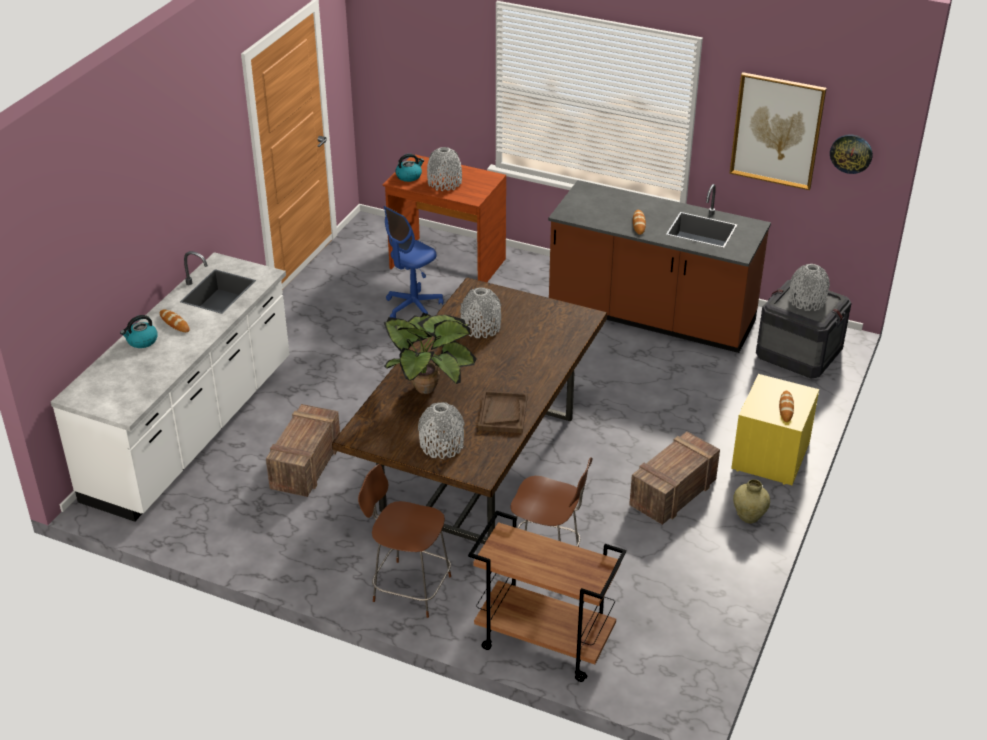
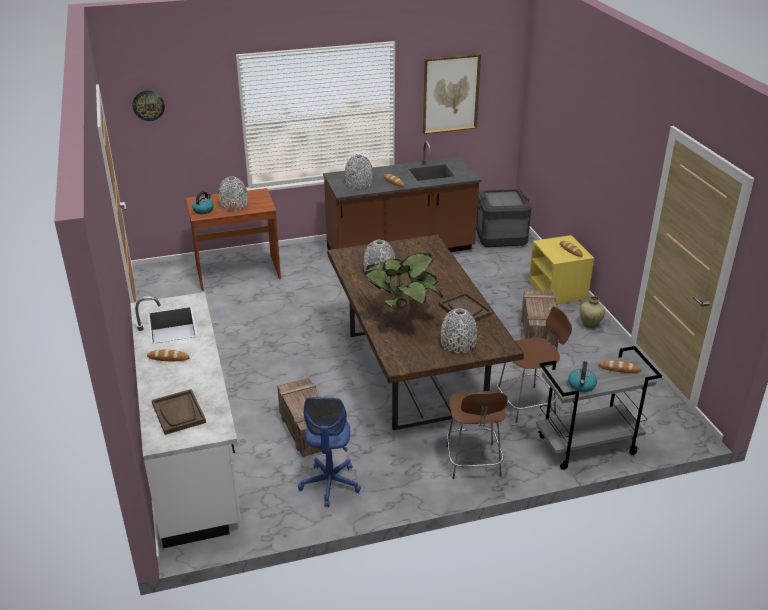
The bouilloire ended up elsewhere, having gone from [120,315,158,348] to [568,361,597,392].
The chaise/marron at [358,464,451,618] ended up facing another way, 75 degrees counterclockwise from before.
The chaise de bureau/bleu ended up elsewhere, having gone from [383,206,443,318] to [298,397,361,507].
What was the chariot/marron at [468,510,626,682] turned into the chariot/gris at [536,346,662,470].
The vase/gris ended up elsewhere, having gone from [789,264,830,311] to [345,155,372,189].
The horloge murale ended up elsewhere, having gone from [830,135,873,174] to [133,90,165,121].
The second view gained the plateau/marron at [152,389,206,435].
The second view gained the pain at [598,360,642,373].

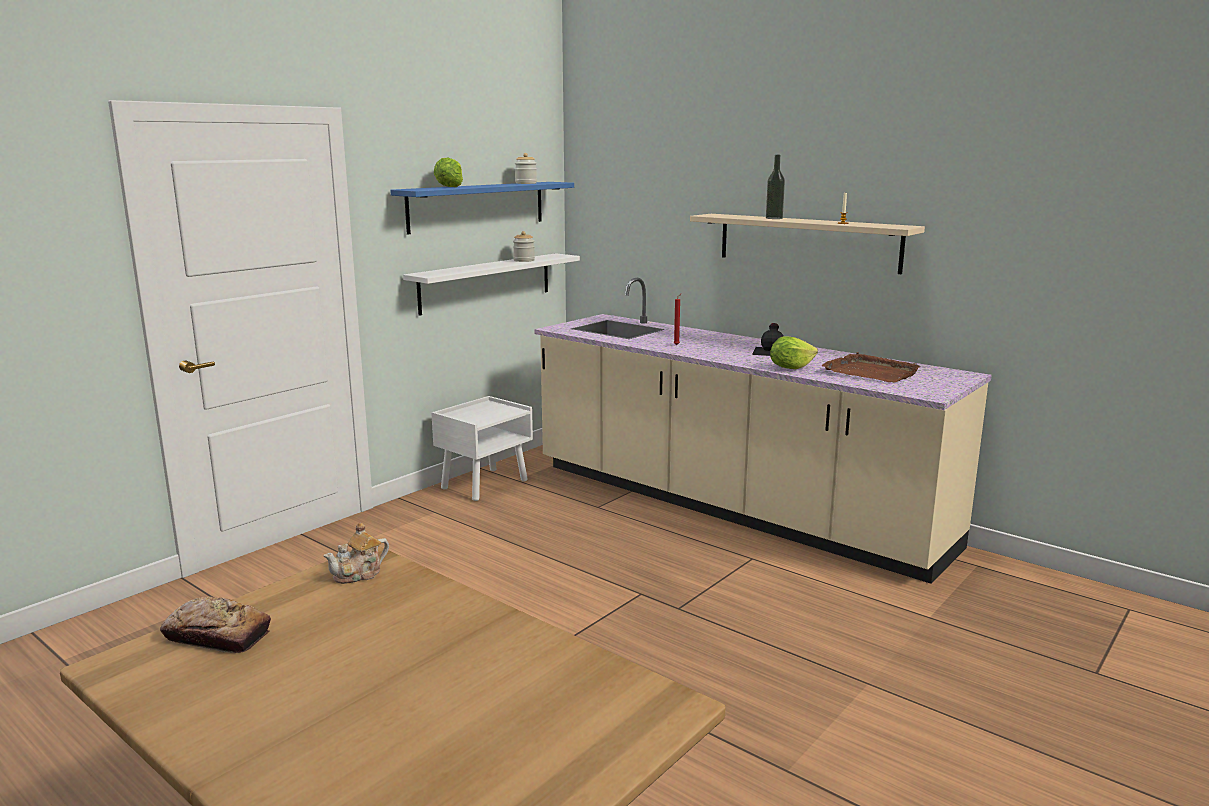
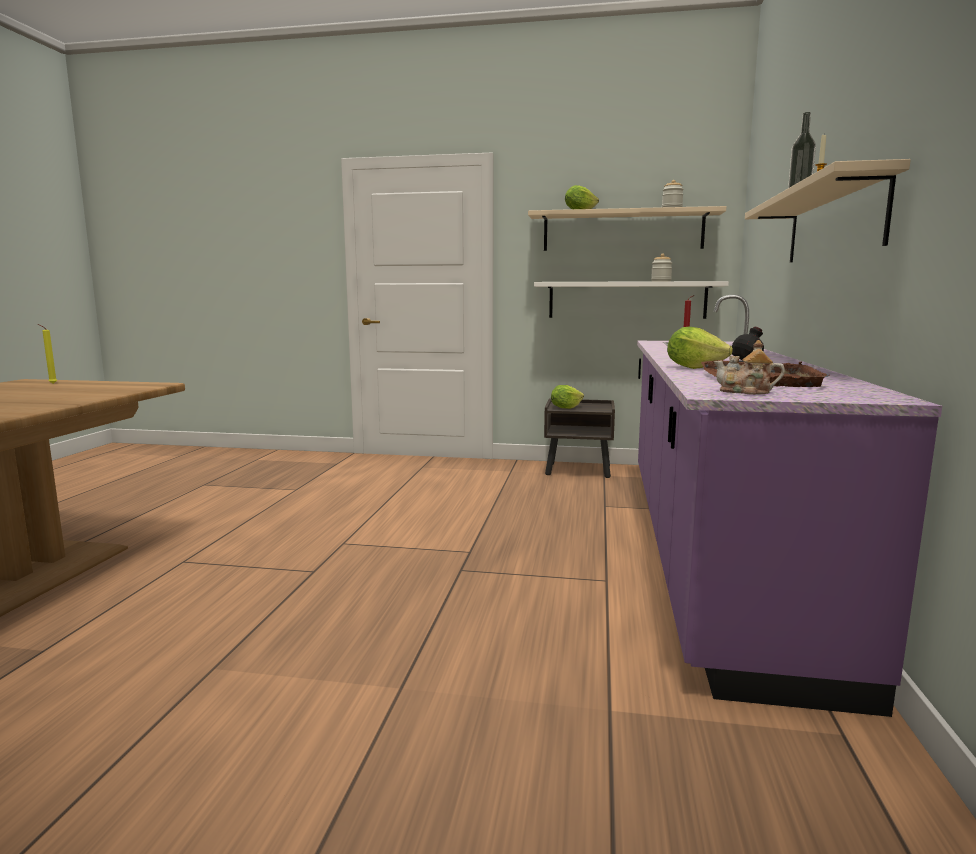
Where the pain stood at [160,597,271,653], the bougie/jaune came to stand at [38,324,57,384].
The théière ended up elsewhere, having gone from [324,523,389,584] to [714,340,785,395].
What was the étagère/bleu at [390,182,574,234] turned into the étagère/beige at [528,206,727,251].
What was the table de chevet/blanc at [431,396,533,501] turned into the table de chevet/marron at [544,399,615,478].
What was the comptoir de cuisine/beige at [534,278,992,584] turned into the comptoir de cuisine/violet at [637,295,942,717].
The second view gained the laitue at [551,385,584,409].

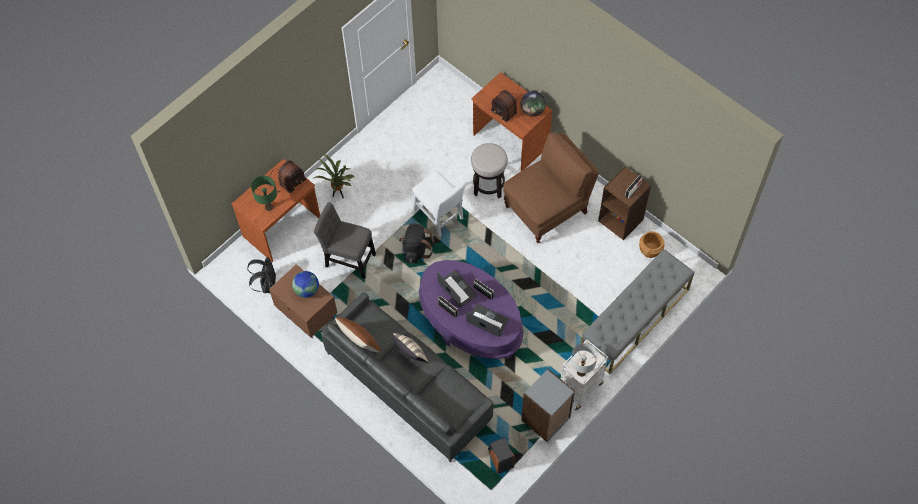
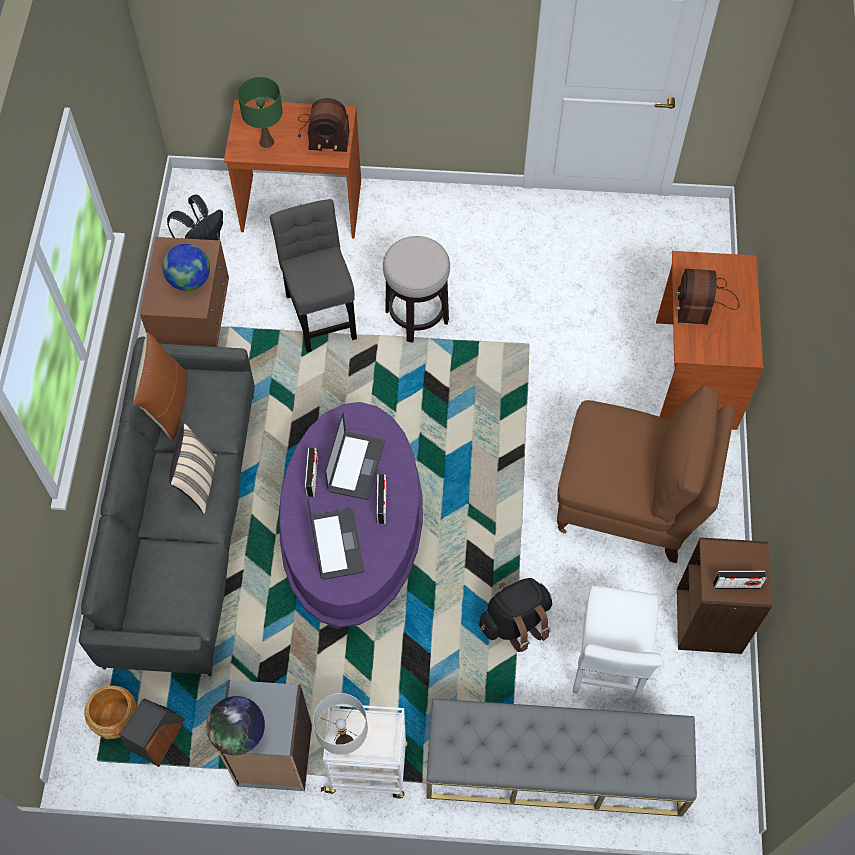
The second view lost the plante en pot at [314,154,354,198].
The sac à dos/noir ended up elsewhere, having gone from [399,224,435,264] to [479,578,552,652].
The chaise/blanc ended up elsewhere, having gone from [412,171,466,237] to [573,586,663,703].
The tabouret ended up elsewhere, having gone from [471,143,508,199] to [383,236,450,343].
The globe ended up elsewhere, having gone from [521,91,546,117] to [206,696,265,755].
The cache-pot/marron ended up elsewhere, having gone from [639,231,665,258] to [85,686,137,739].

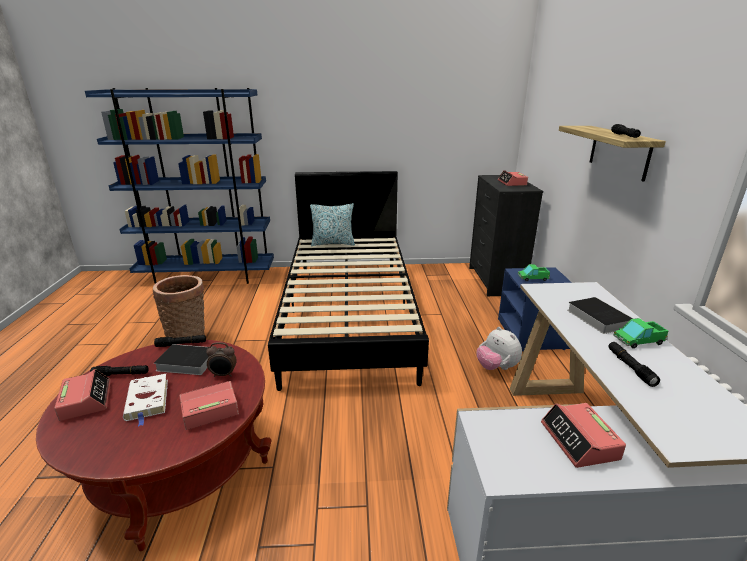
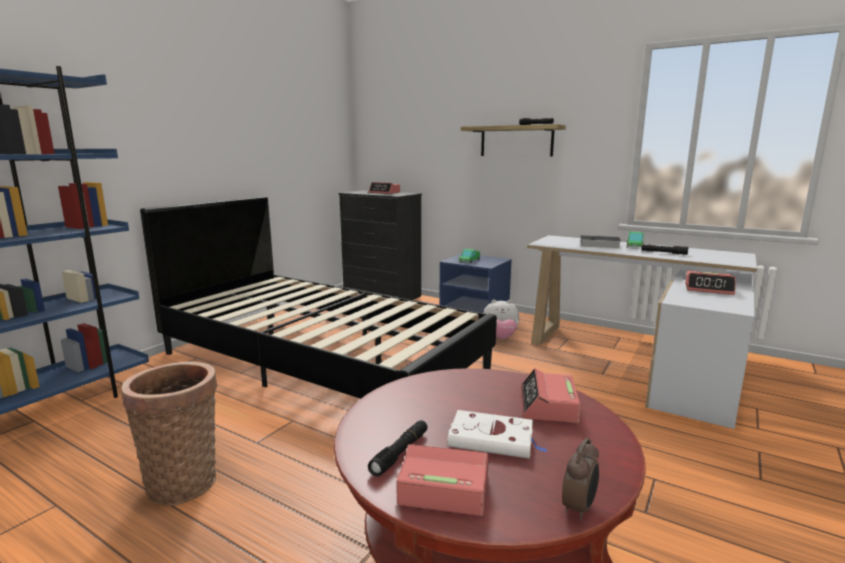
The second view lost the lampe de poche/noir at [154,335,206,347].
The second view lost the livre at [154,344,209,375].
The réveil ended up elsewhere, having gone from [206,342,237,377] to [562,438,599,521].
The second view lost the coussin at [310,203,355,246].

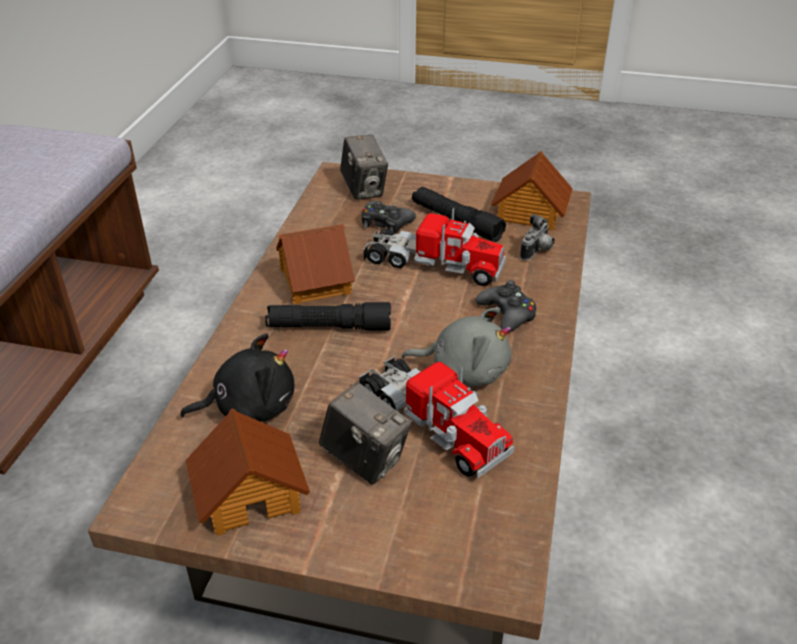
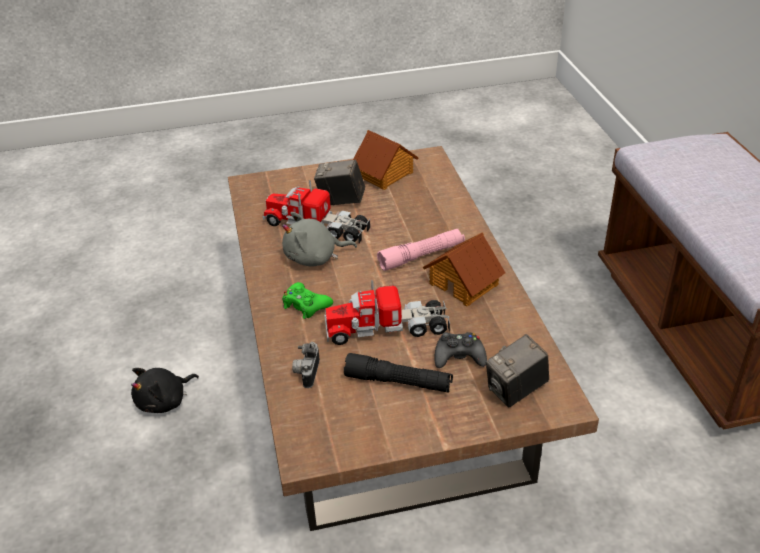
The peluche/noir ended up elsewhere, having gone from [180,333,294,422] to [131,368,199,413].
What was the lampe de poche/noir at [265,302,391,330] turned into the lampe de poche/rose at [377,229,465,271].
The appareil photo at [340,135,388,200] ended up facing another way, 75 degrees counterclockwise from before.
What was the manette/noir at [476,280,536,333] turned into the manette/vert at [282,282,333,319].
The second view lost the maison miniature at [491,151,573,231].

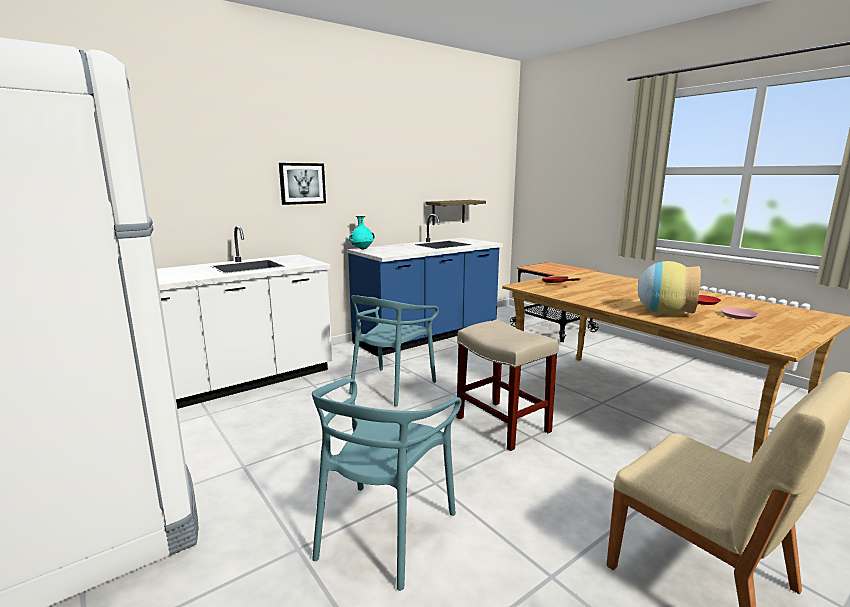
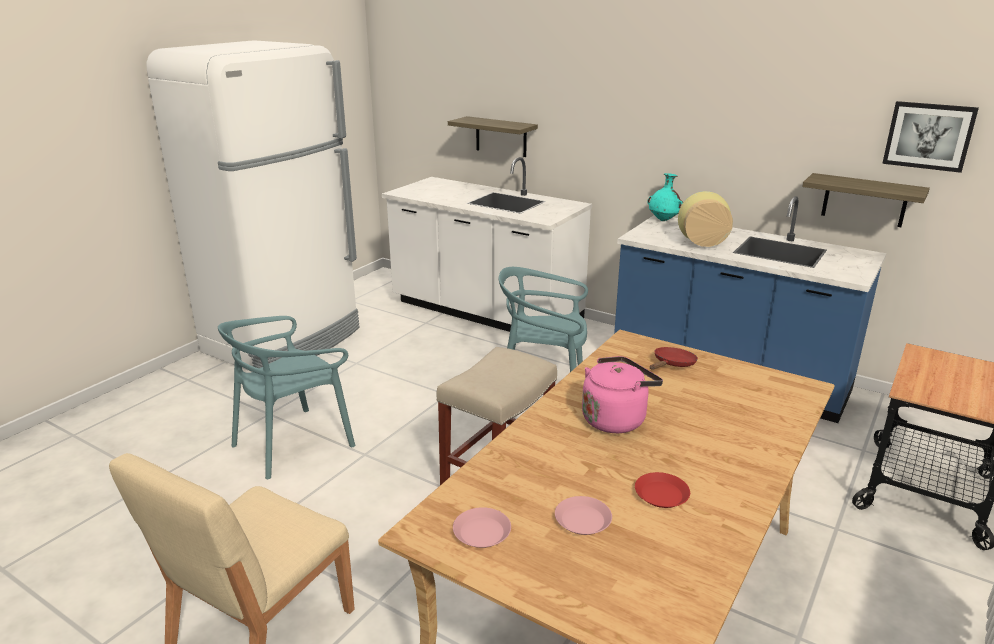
The tableau ended up elsewhere, having gone from [279,163,326,205] to [882,101,979,173].
The chaise/turquoise at [312,378,461,591] ended up facing another way, 45 degrees counterclockwise from before.
The vase ended up elsewhere, having gone from [638,261,701,314] to [678,191,733,247].
The second view gained the étagère at [448,116,538,157].
The second view gained the assiette/rose at [453,507,511,548].
The second view gained the bouilloire/rose at [582,356,663,433].

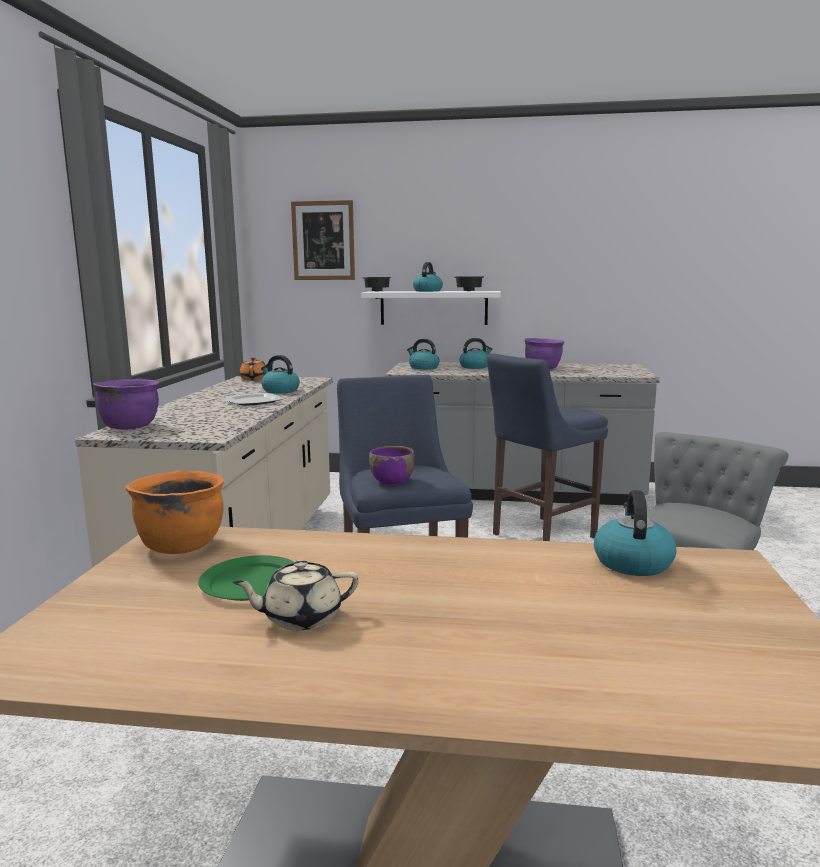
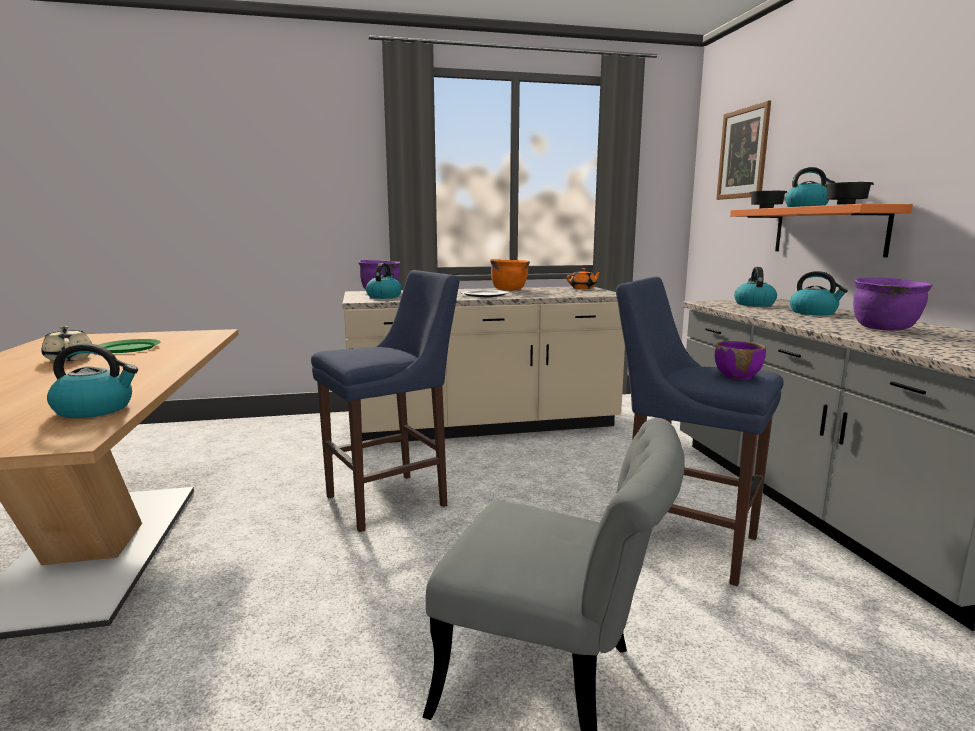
The marmite/orange ended up elsewhere, having gone from [126,470,224,554] to [490,259,530,290].
The bouilloire ended up elsewhere, having gone from [261,355,300,393] to [366,263,402,299].
What was the étagère/blanc at [361,291,501,325] turned into the étagère/orange at [730,204,913,258].
The bol/violet ended up elsewhere, having gone from [369,446,415,485] to [715,341,766,379].

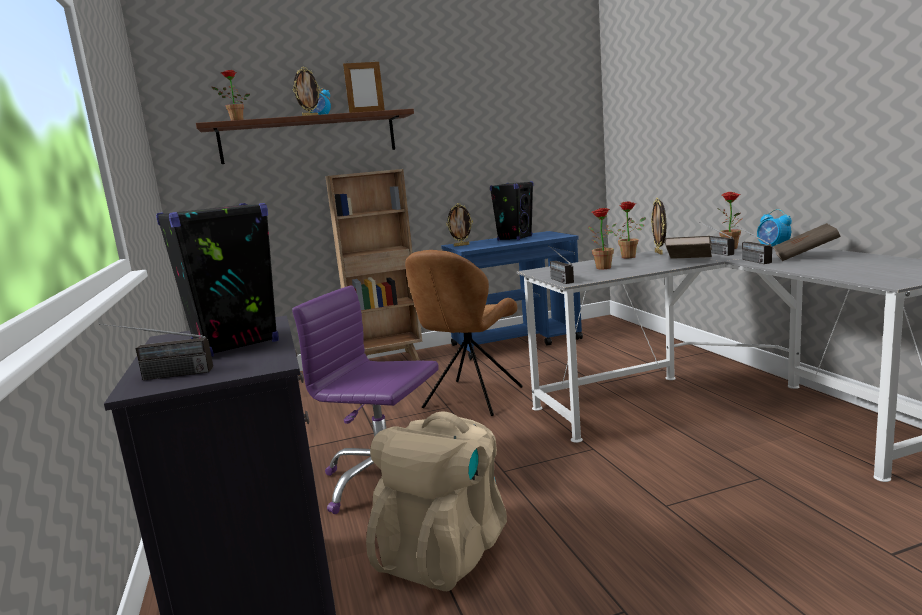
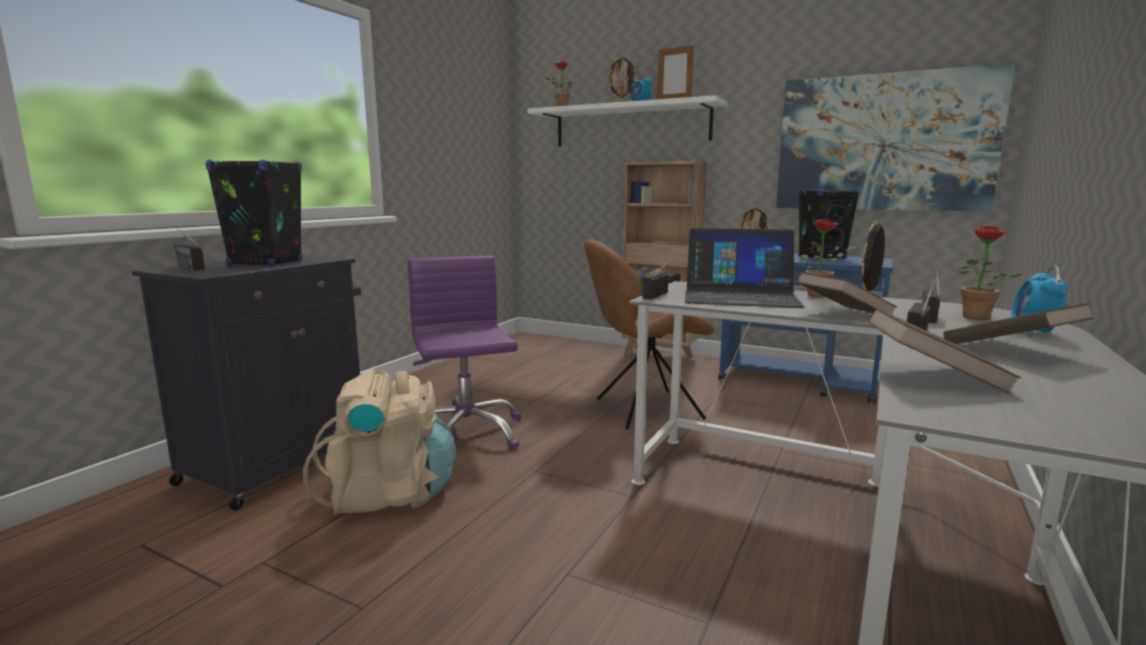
What was the étagère/marron at [196,109,414,164] turned into the étagère/blanc at [527,95,728,146].
Where the plante en pot stood at [588,208,617,269], the ordinateur portable came to stand at [685,228,805,308].
The second view gained the tableau at [776,63,1016,212].
The second view gained the livre/marron at [868,308,1021,394].

